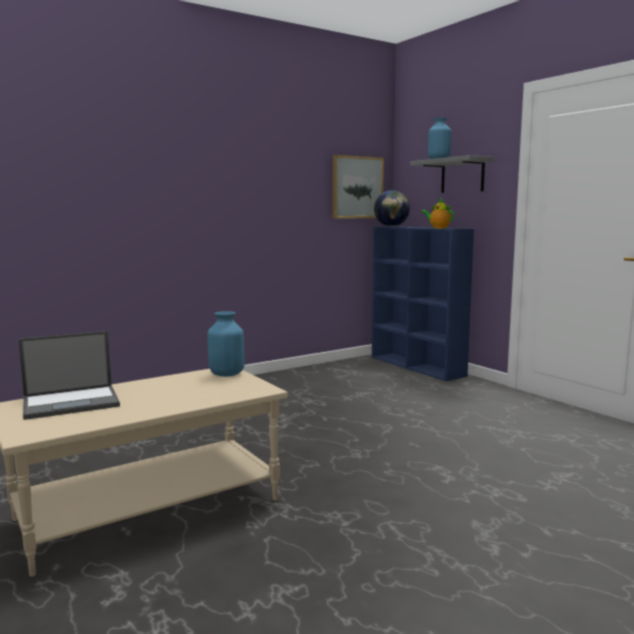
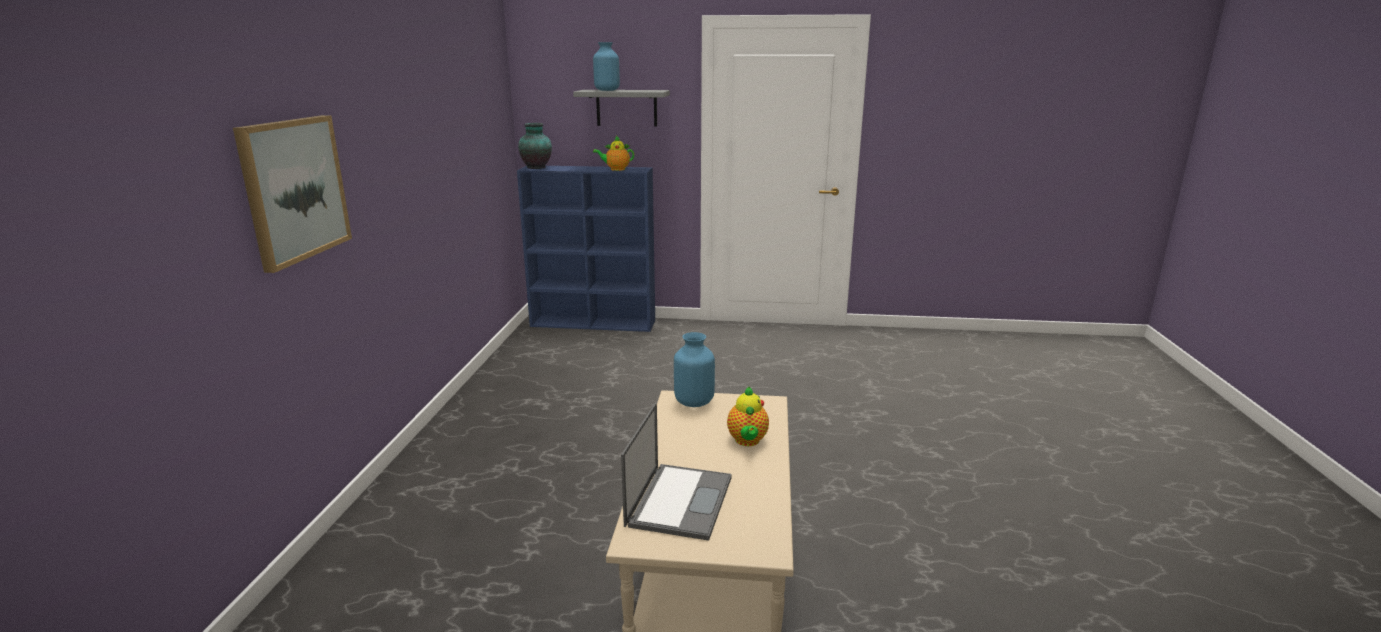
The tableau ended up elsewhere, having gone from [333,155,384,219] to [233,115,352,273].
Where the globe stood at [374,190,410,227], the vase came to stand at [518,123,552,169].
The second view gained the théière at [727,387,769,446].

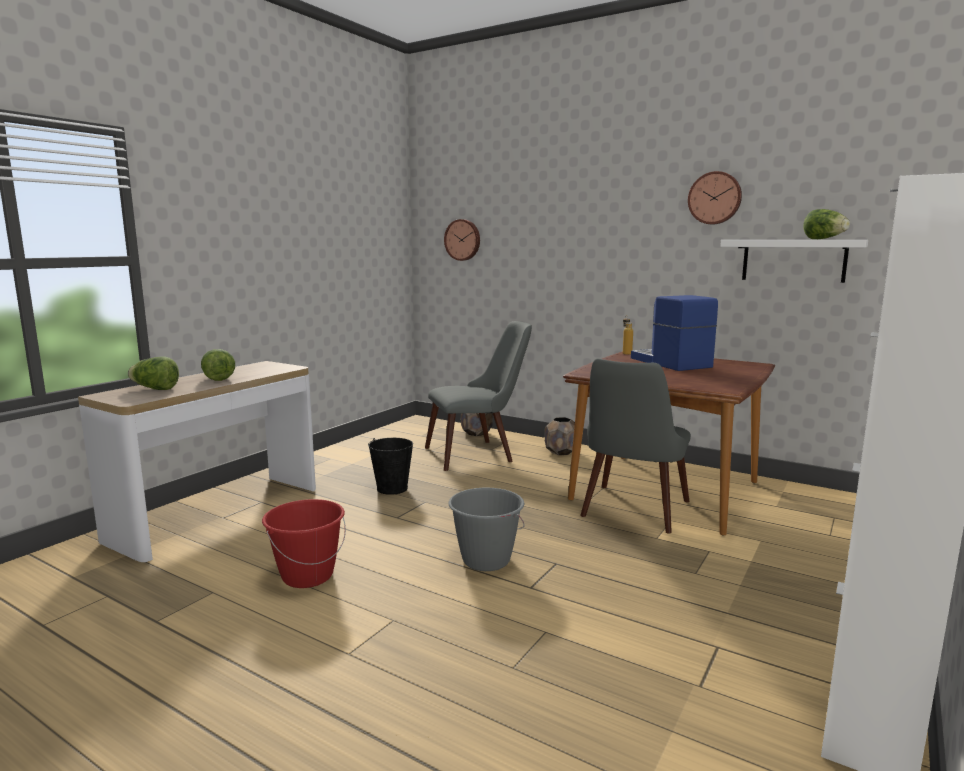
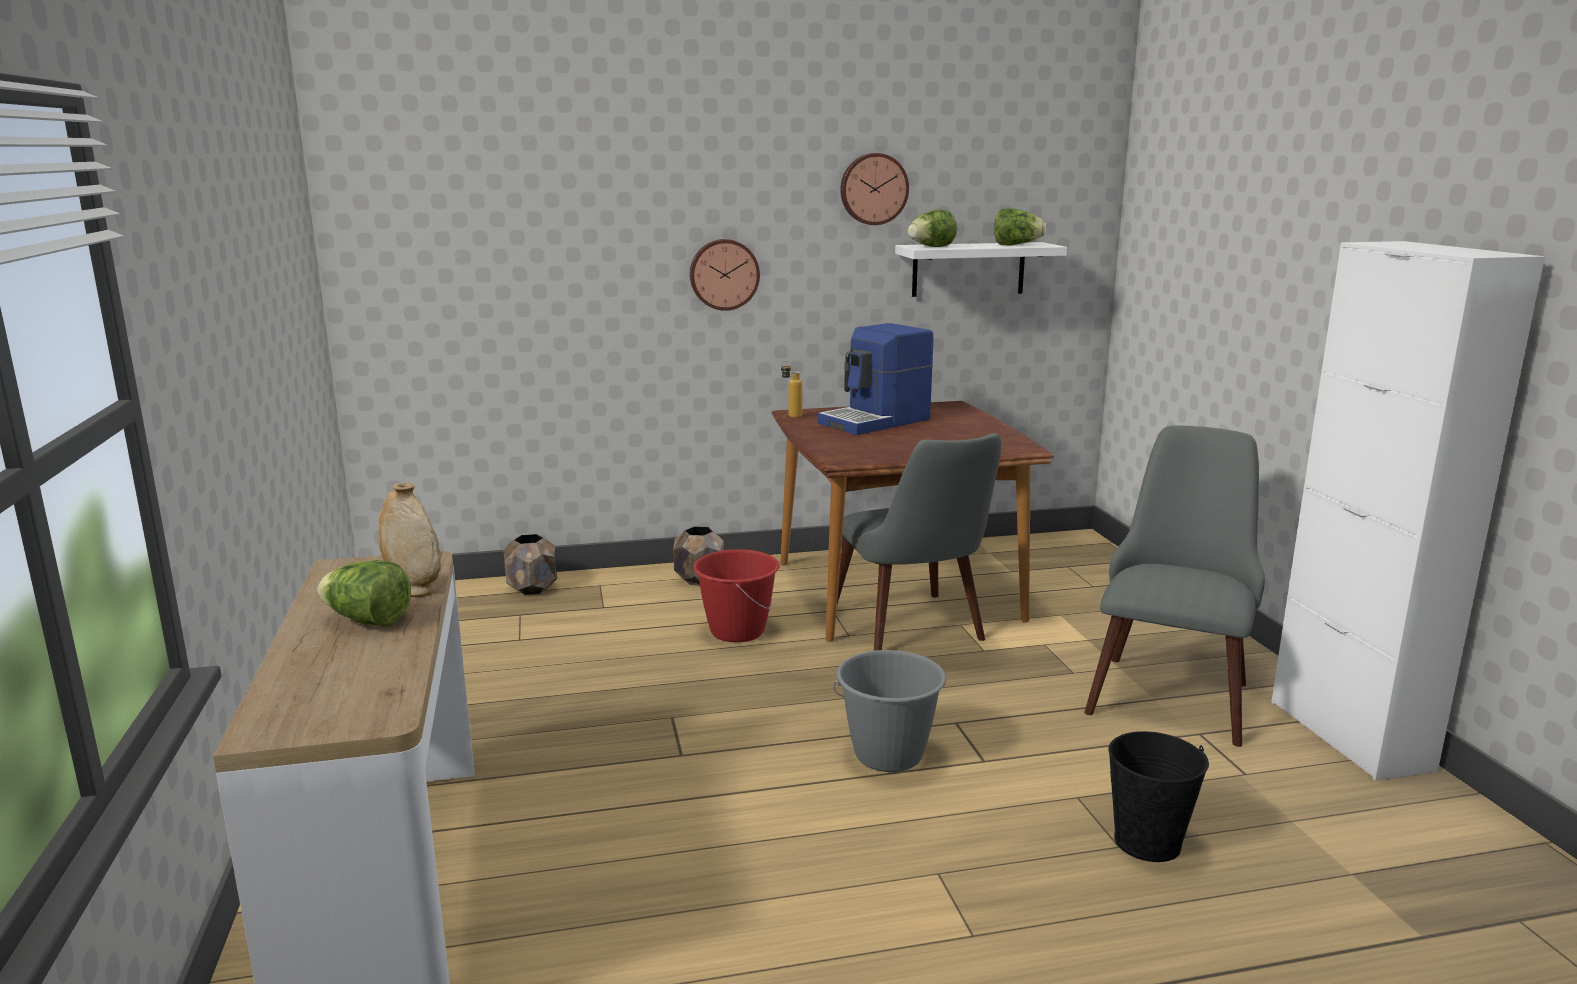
The laitue ended up elsewhere, having gone from [128,356,179,390] to [908,210,957,247].
The seau/rouge ended up elsewhere, having gone from [262,499,346,588] to [693,549,780,642].
The seau/noir ended up elsewhere, having gone from [368,438,413,495] to [1108,731,1209,862].
The chaise/gris ended up elsewhere, having gone from [425,321,532,471] to [1084,426,1265,747].
The horloge murale ended up elsewhere, having gone from [444,219,480,261] to [690,239,760,311].
The machine à café at [631,295,718,371] ended up facing another way, 60 degrees counterclockwise from before.
The second view gained the vase/beige at [378,483,441,597].

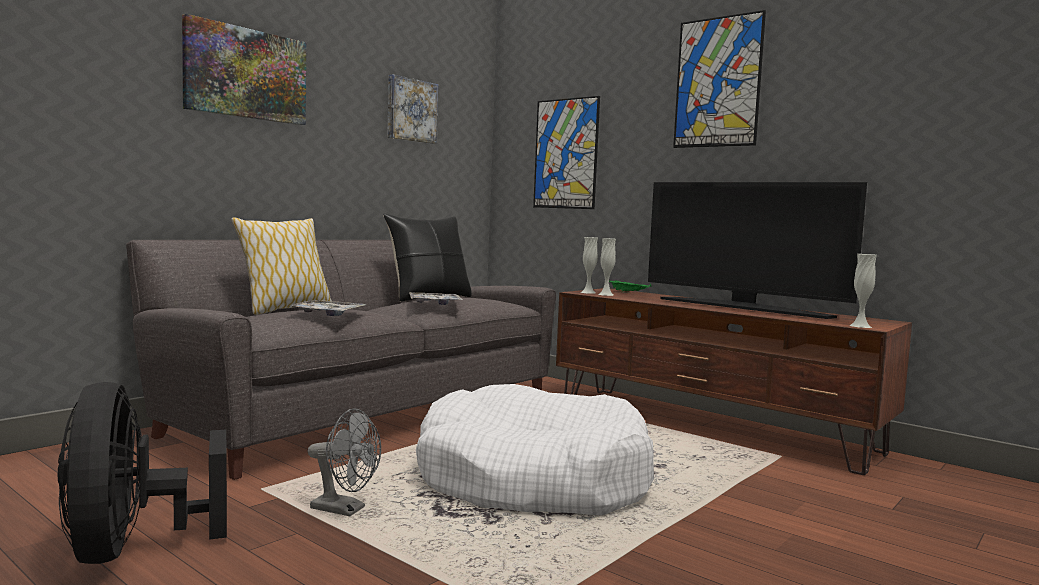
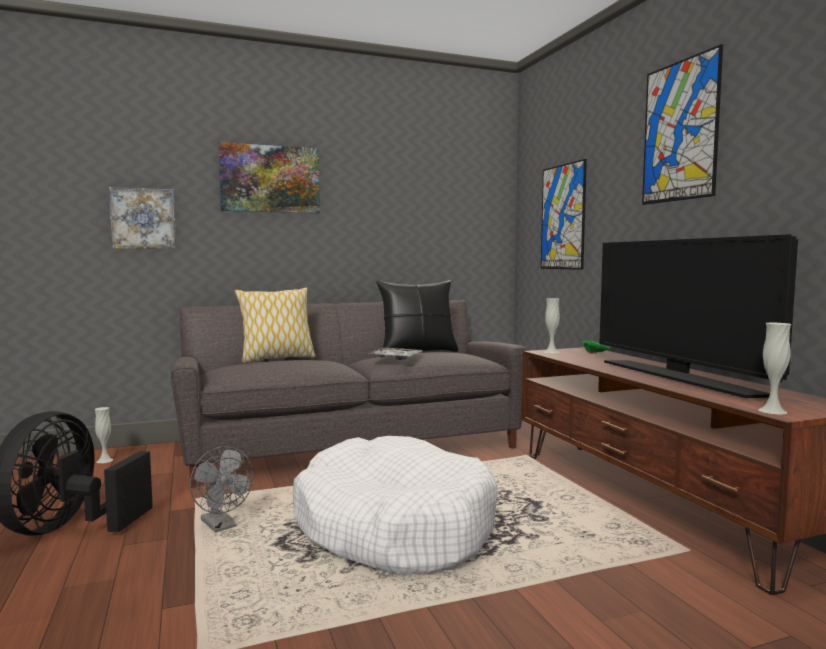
The second view lost the plateau at [289,300,366,316].
The tableau ended up elsewhere, having gone from [387,74,438,144] to [109,187,176,249].
The vase/blanc ended up elsewhere, having gone from [598,238,616,296] to [95,407,114,463].

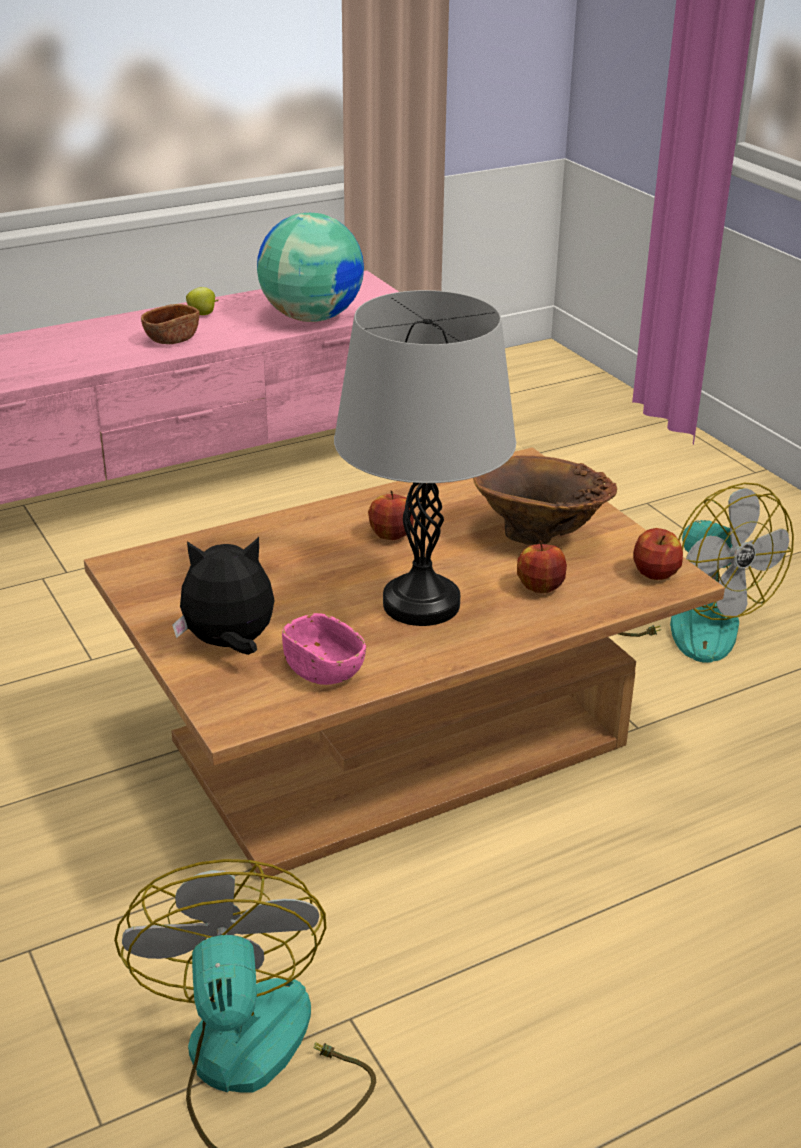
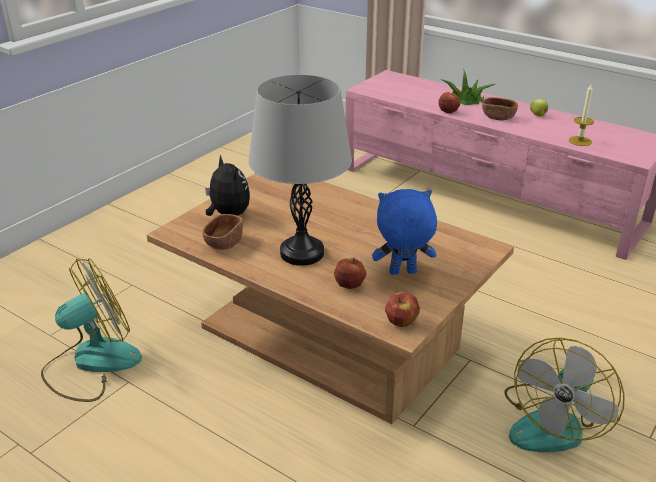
Where the globe stood at [257,213,364,322], the bougie came to stand at [569,84,594,146].
What was the bol/rose at [282,613,366,685] turned into the bol/marron at [202,214,243,250].
The pomme ended up elsewhere, having gone from [368,490,415,540] to [439,92,460,113].
Where the vase/marron stood at [473,455,617,545], the peluche/bleu came to stand at [372,189,437,275].
The second view gained the plante en pot at [440,71,496,105].

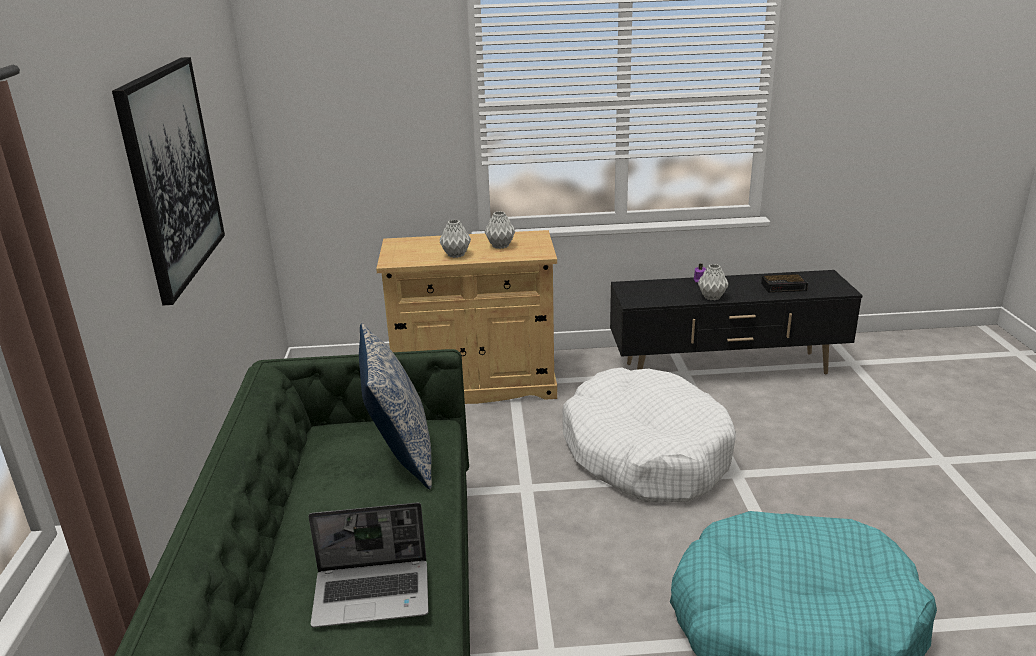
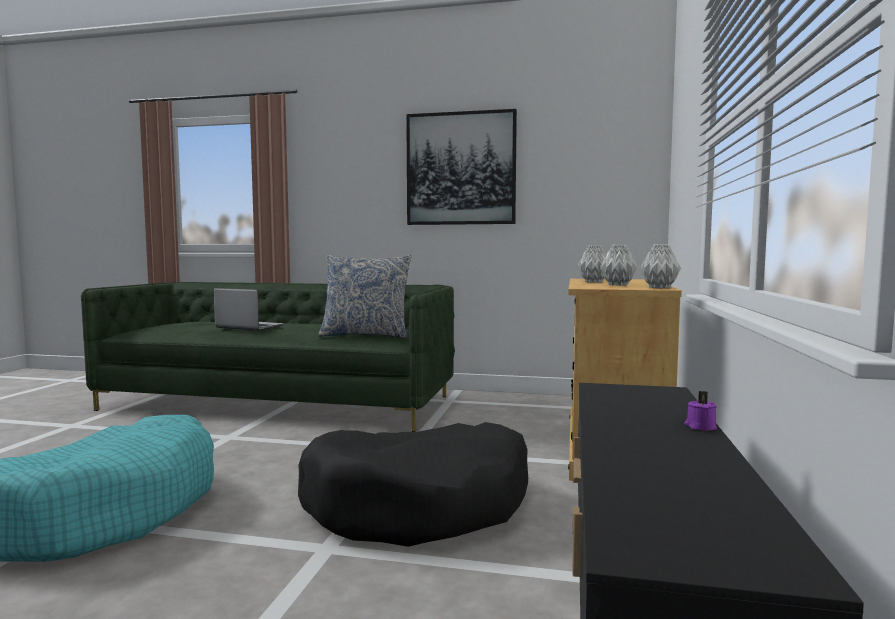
The ordinateur portable at [308,503,429,628] ended up facing another way, 105 degrees clockwise from before.
What was the panier pour chien/blanc at [562,367,736,502] turned into the panier pour chien/noir at [298,422,528,547].
The vase/gris ended up elsewhere, having gone from [698,264,728,300] to [640,244,681,288].
The second view lost the réveil at [761,274,808,293].

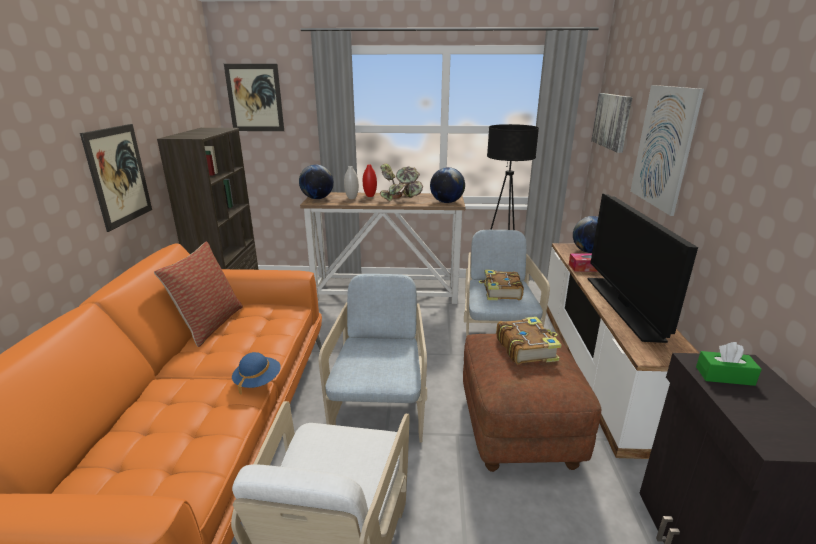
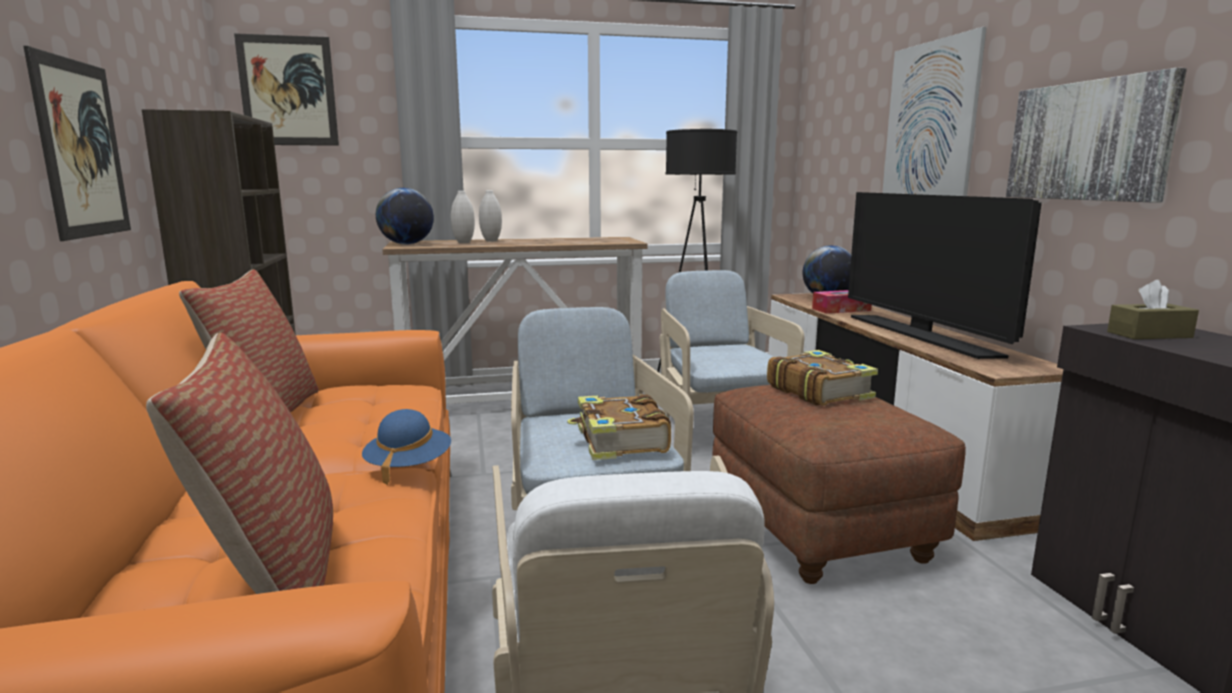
What was the vase/rouge at [363,165,377,197] turned into the vase/blanc at [479,190,502,242].
The second view lost the plante en pot at [380,163,423,202].
The second view lost the globe at [430,167,465,203].
The livre ended up elsewhere, having gone from [479,270,524,300] to [567,394,671,460].
The tableau ended up elsewhere, having gone from [591,93,633,153] to [1006,68,1187,202].
What was the boîte à mouchoirs/vert at [696,342,762,386] turned into the boîte à mouchoirs/marron at [1107,280,1199,339].
The second view gained the coussin at [146,333,333,594].

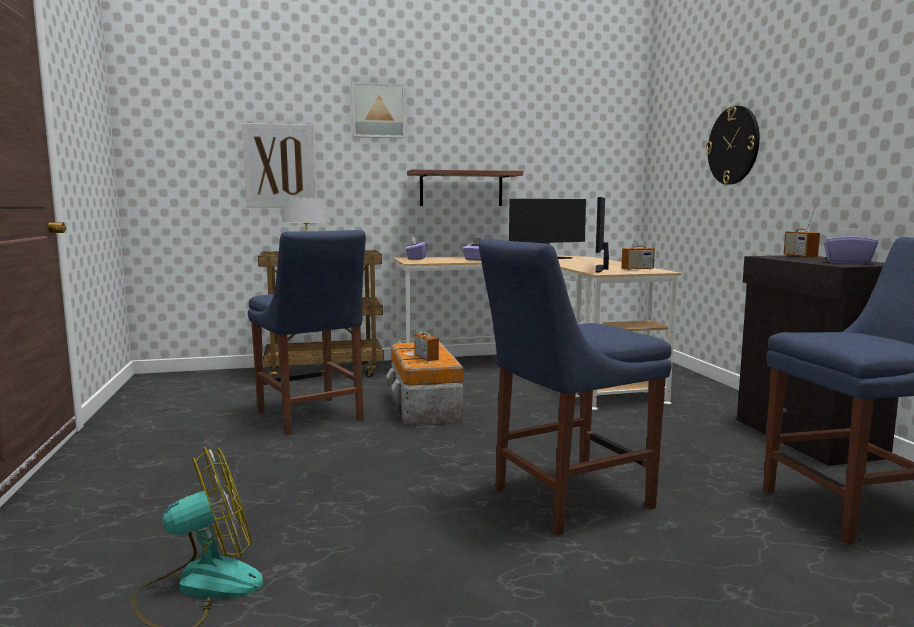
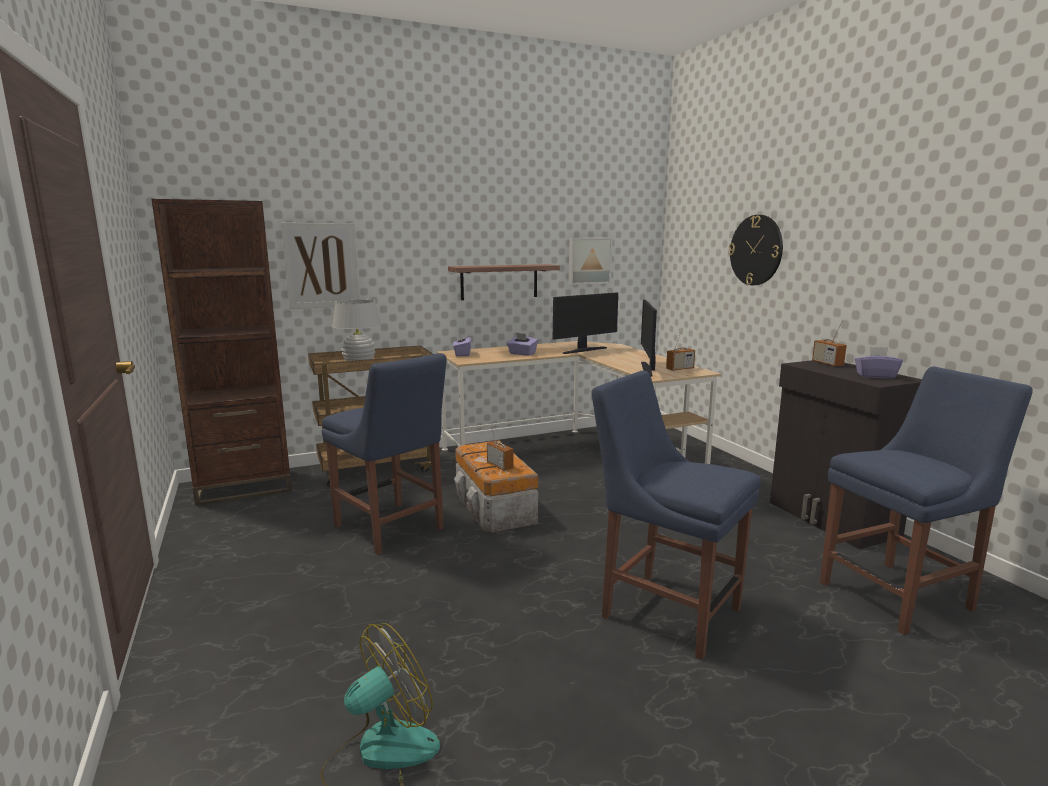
The tableau ended up elsewhere, having gone from [352,82,406,138] to [569,238,613,285].
The chaise/bleu at [479,238,672,536] ended up facing another way, 75 degrees clockwise from before.
The second view gained the bibliothèque/marron at [152,199,292,506].

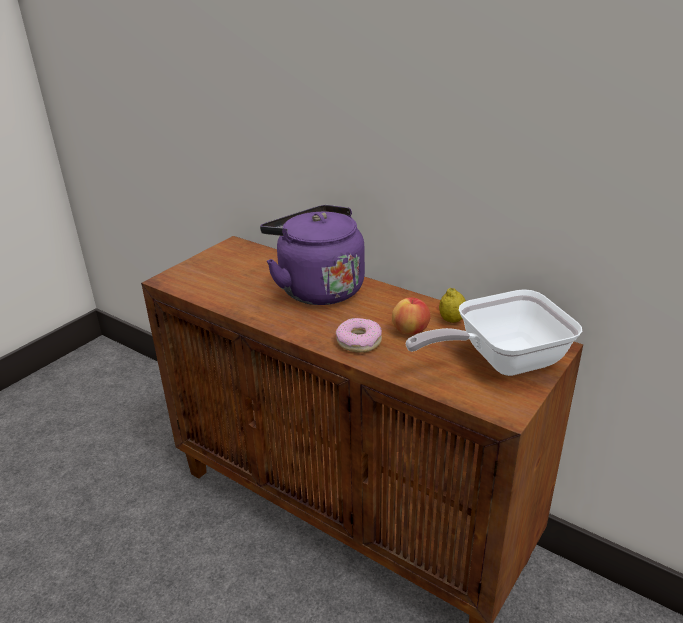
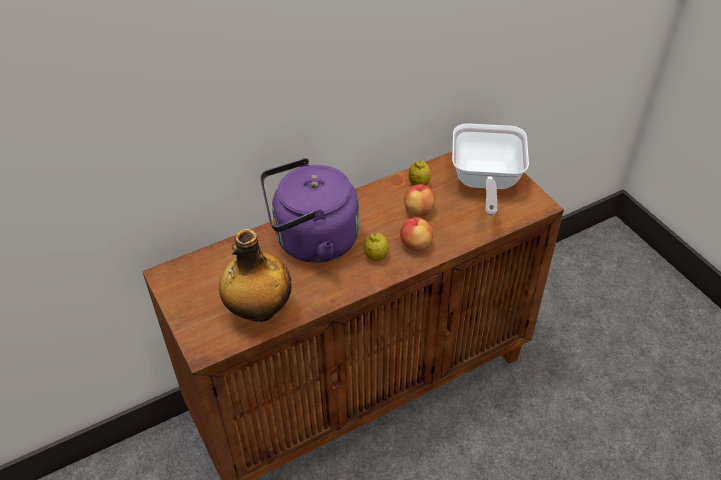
Where the beignet stood at [336,318,382,353], the pomme came to stand at [400,217,434,251].
The second view gained the bouteille at [219,229,292,322].
The second view gained the citron at [364,232,389,261].

